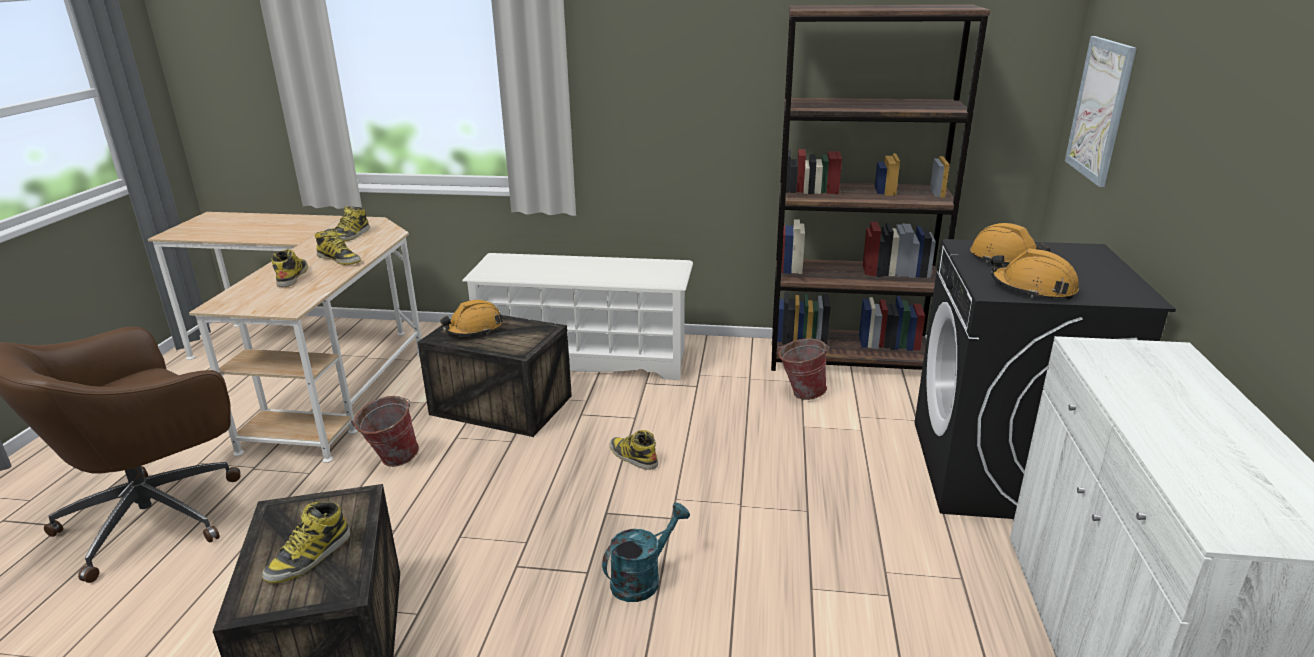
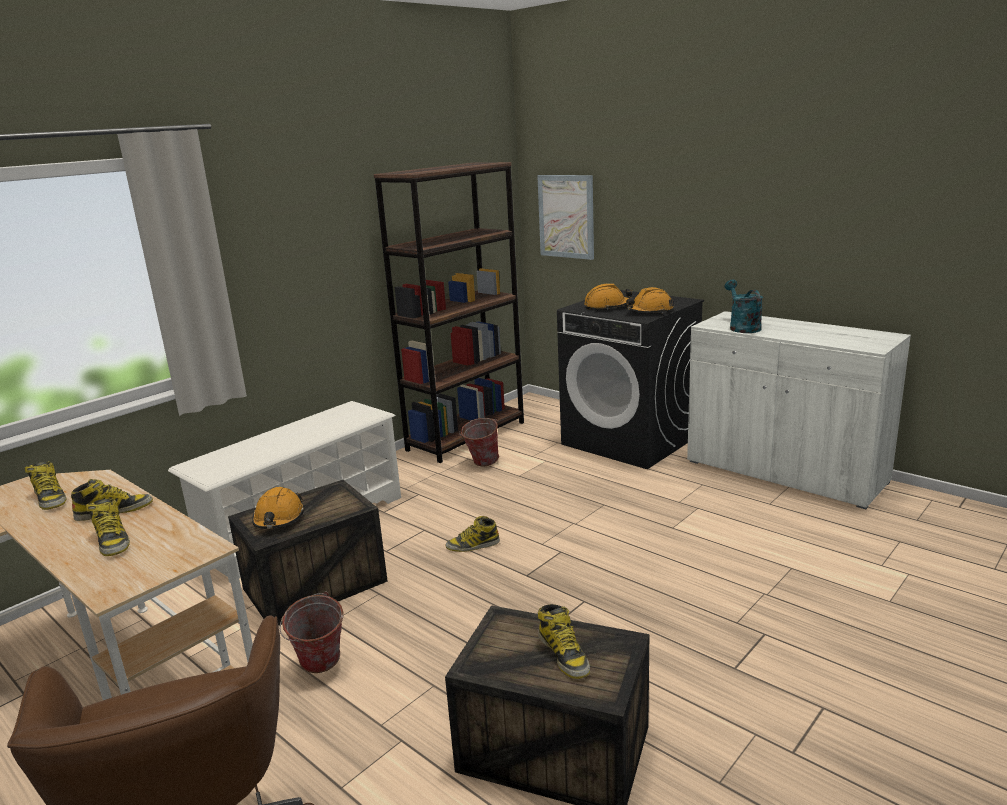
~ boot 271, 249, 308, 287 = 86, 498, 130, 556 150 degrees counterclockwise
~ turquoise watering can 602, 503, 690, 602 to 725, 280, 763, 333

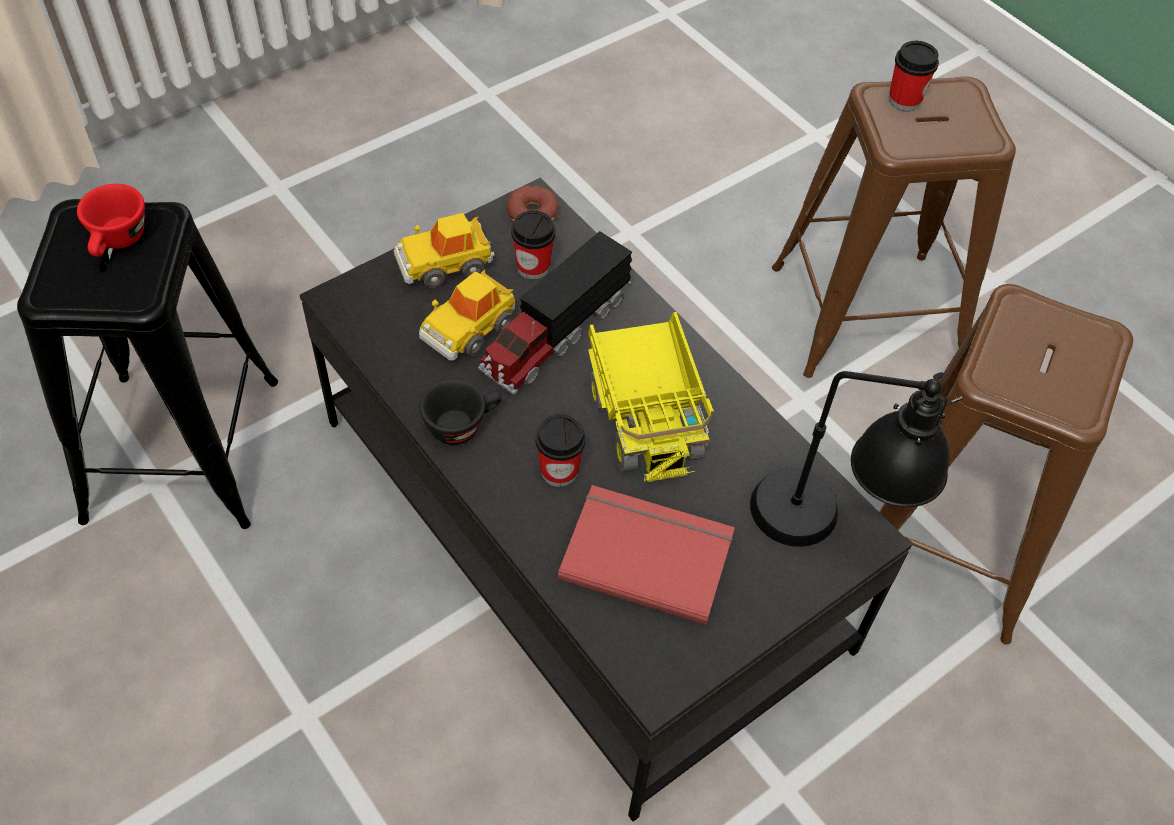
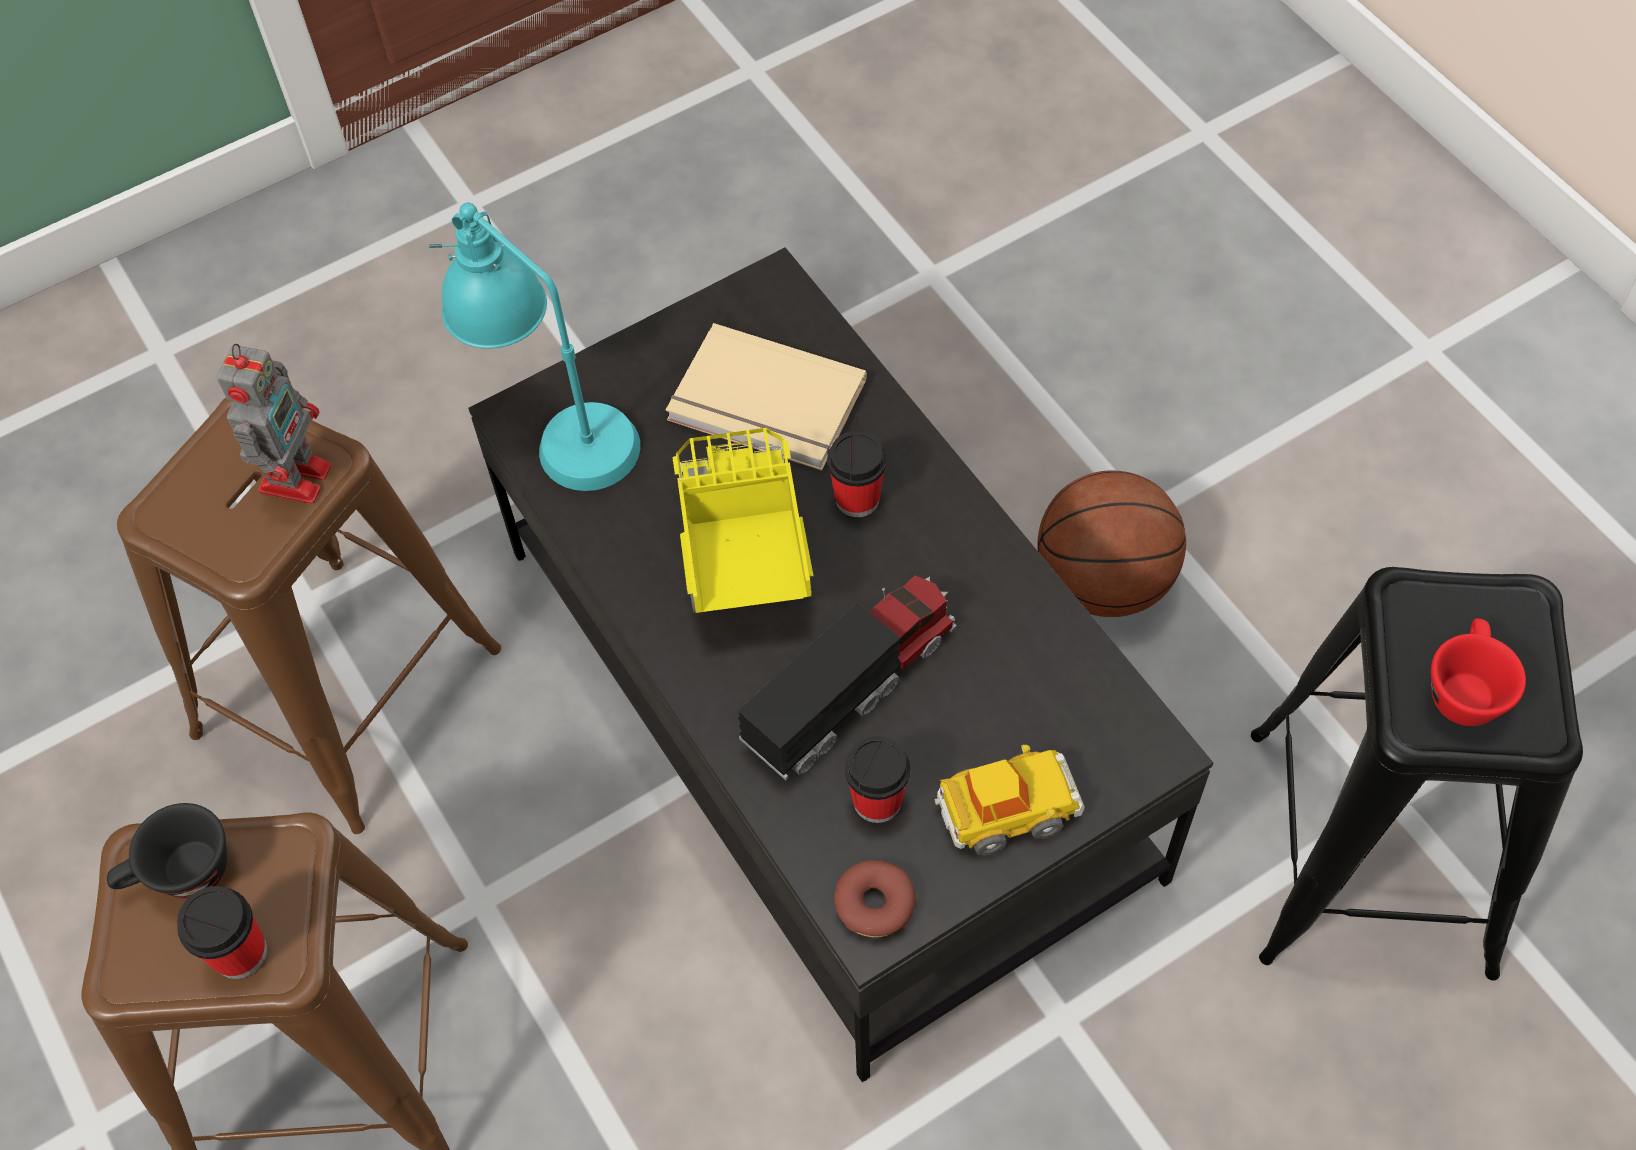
~ black cup 420, 379, 502, 445 to 107, 803, 227, 898
+ toy robot 217, 344, 332, 504
~ black table lamp 750, 371, 963, 547 to turquoise table lamp 429, 202, 640, 491
~ red book 558, 485, 735, 625 to beige book 666, 323, 867, 471
+ basketball 1037, 470, 1186, 617
- toy car 419, 270, 515, 360

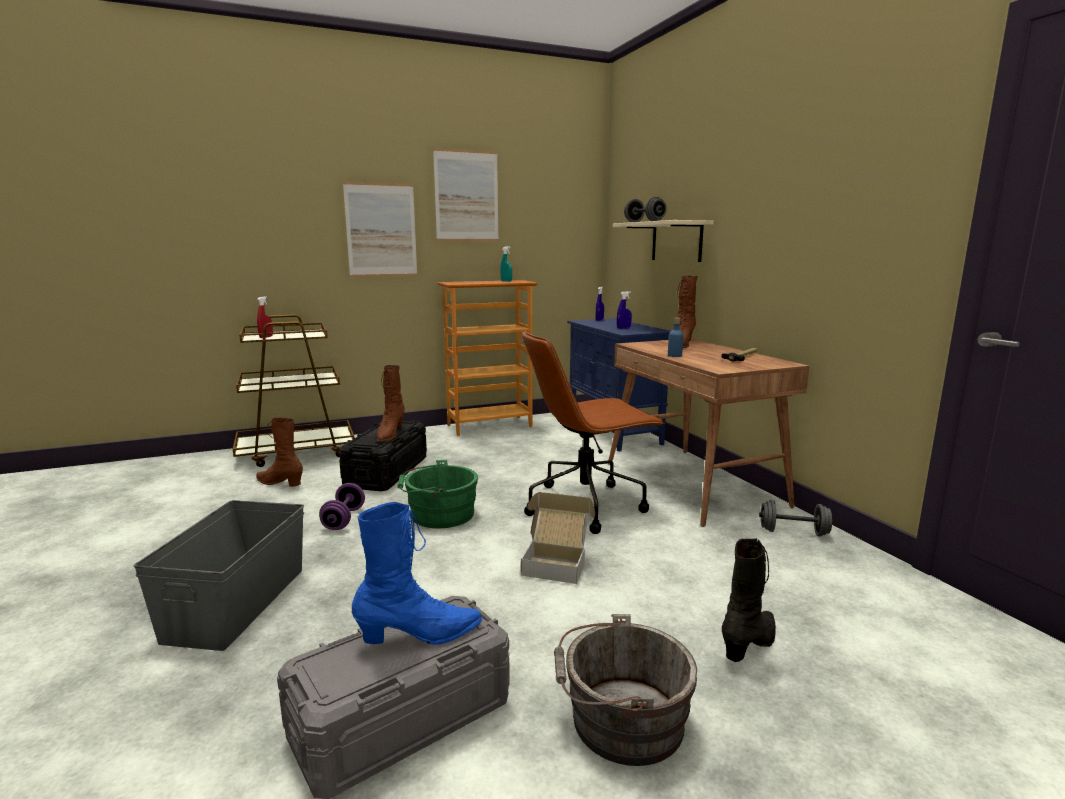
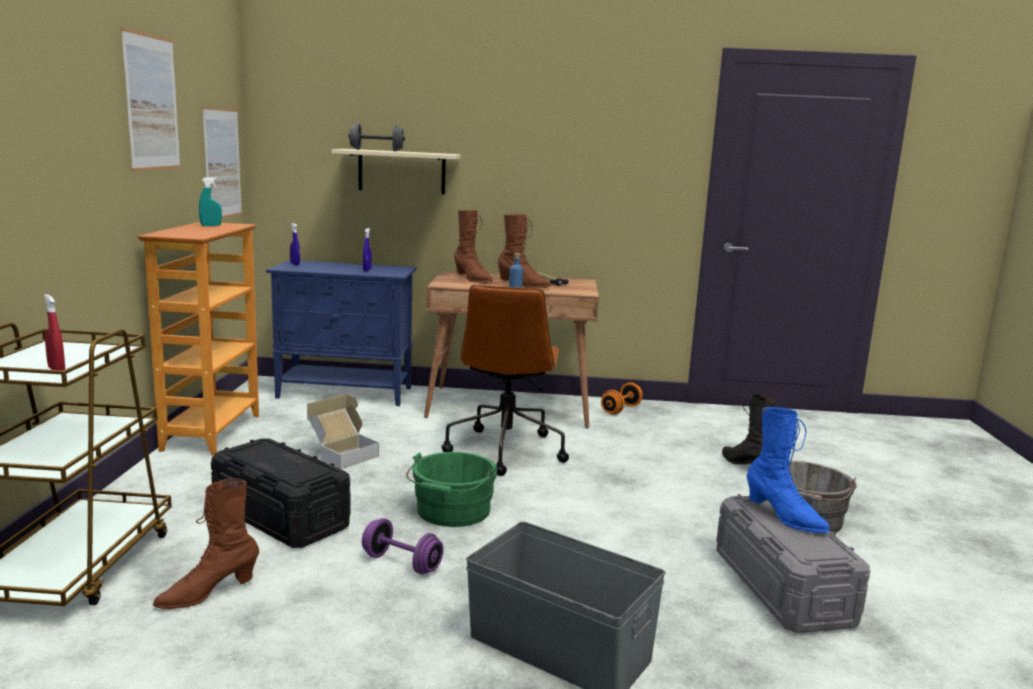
~ picture 343, 182, 417, 277 to 202, 107, 242, 219
~ cardboard box 521, 492, 595, 584 to 307, 394, 379, 469
~ brown boot 377, 365, 405, 442 to 498, 214, 551, 288
~ grey dumbbell 759, 500, 833, 537 to orange dumbbell 601, 382, 643, 415
~ blue boot 352, 502, 482, 645 = 747, 407, 830, 533 135 degrees clockwise

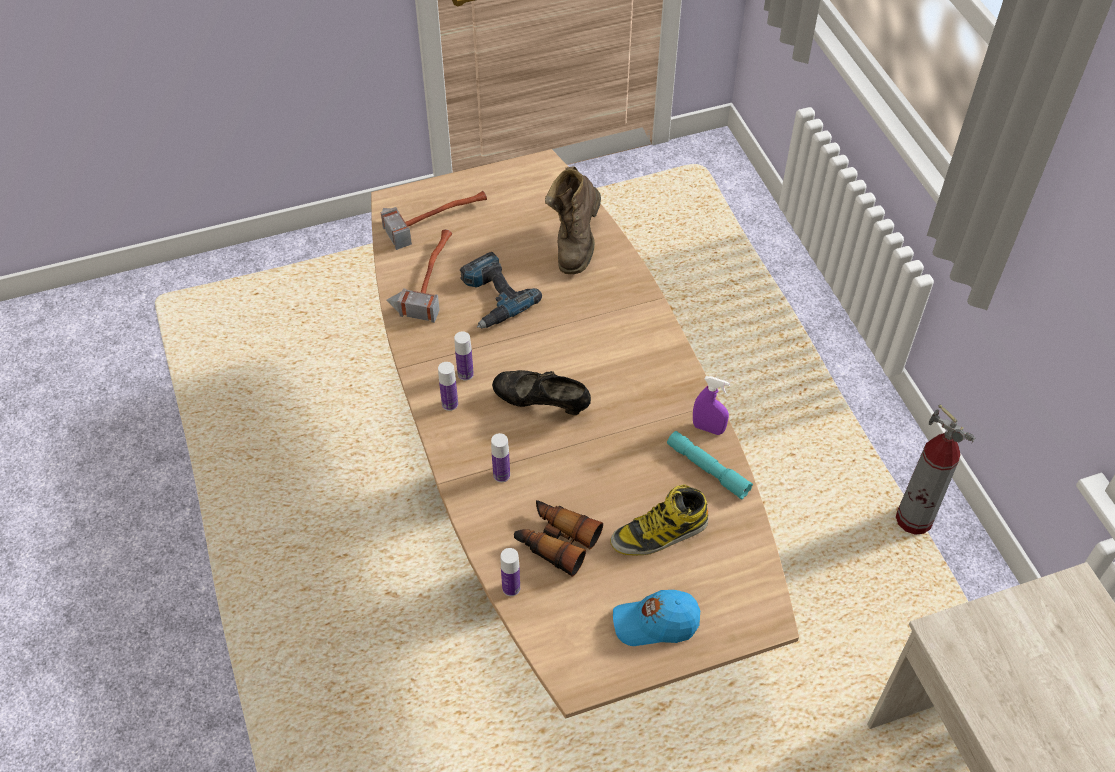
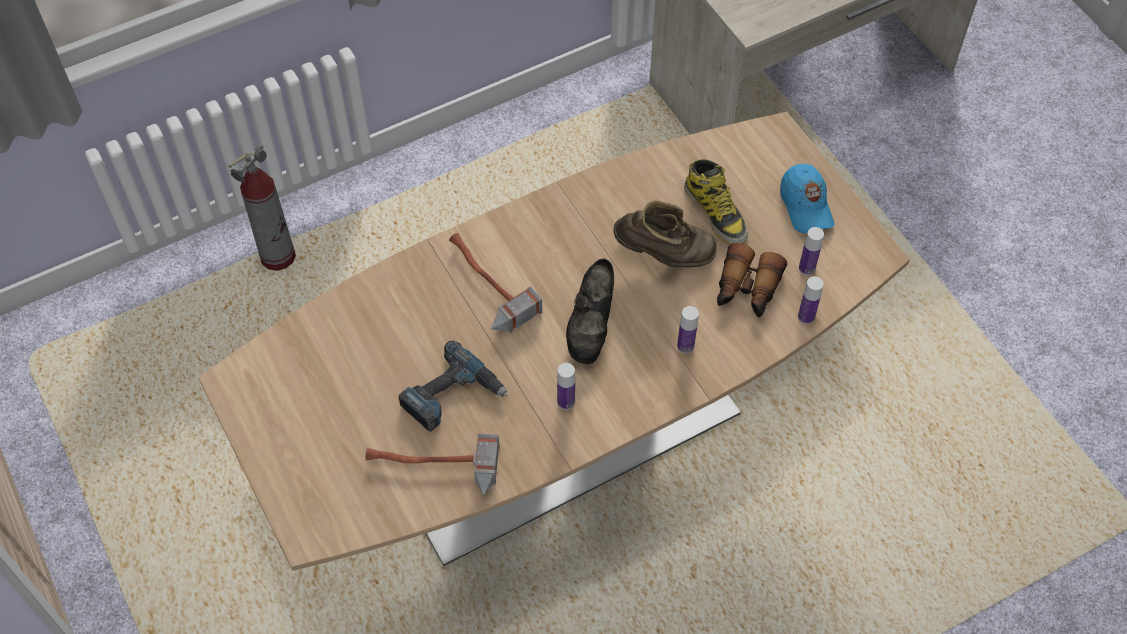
~ fire extinguisher 896, 404, 975, 535 to 229, 145, 296, 271
~ hammer 381, 191, 487, 250 to 449, 233, 542, 333
~ brown boot 545, 166, 601, 274 to 613, 200, 717, 267
~ bottle 438, 362, 458, 411 to 799, 227, 824, 275
- turquoise flashlight 667, 431, 753, 499
- purple spray bottle 693, 376, 730, 435

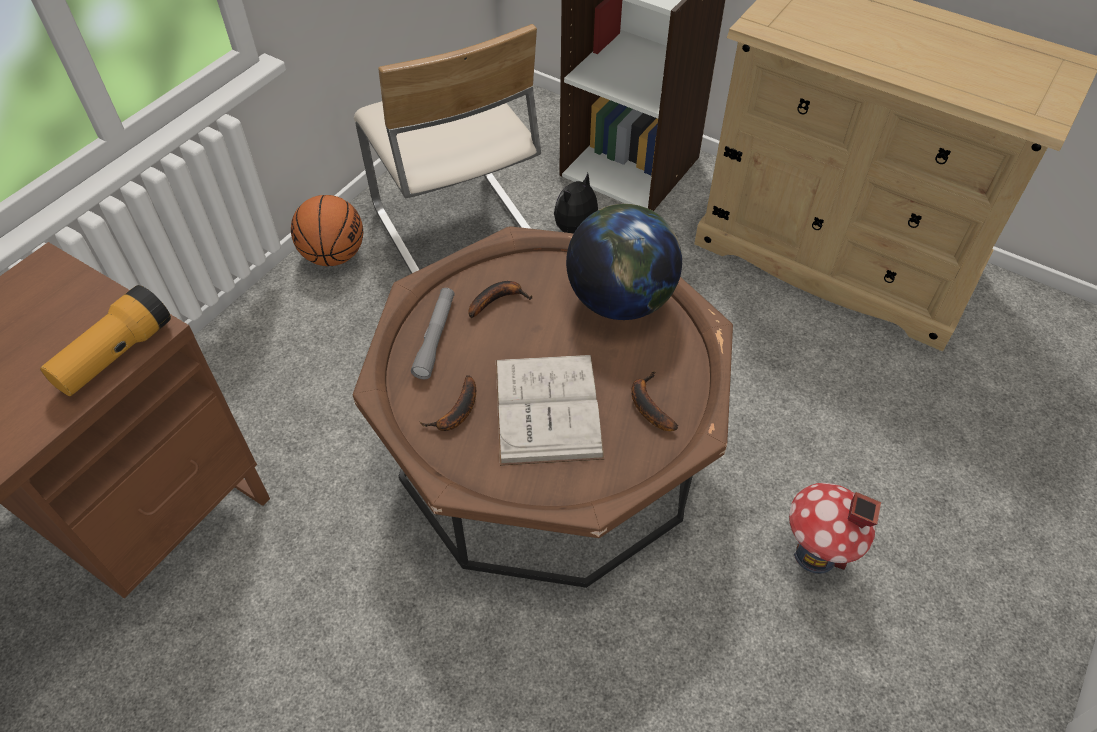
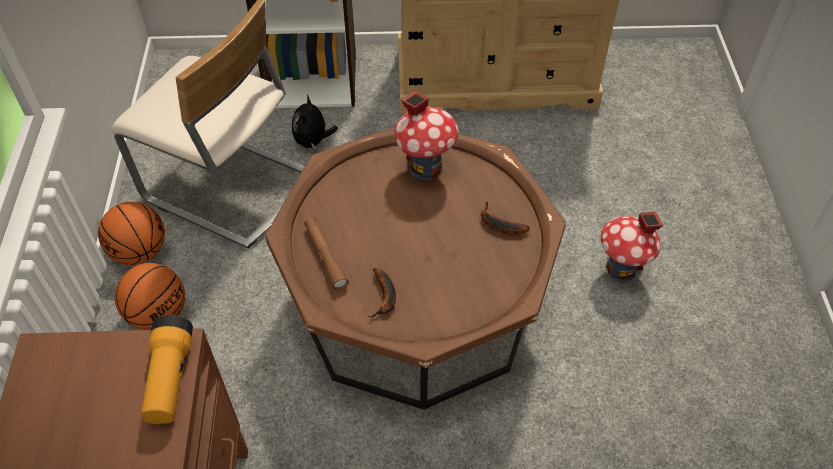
+ basketball 115, 263, 185, 330
~ grey flashlight 411, 288, 455, 379 to brown flashlight 304, 218, 349, 290
~ globe 566, 204, 682, 320 to toy house 394, 91, 459, 180
- banana 468, 281, 532, 318
- white book 496, 355, 604, 466

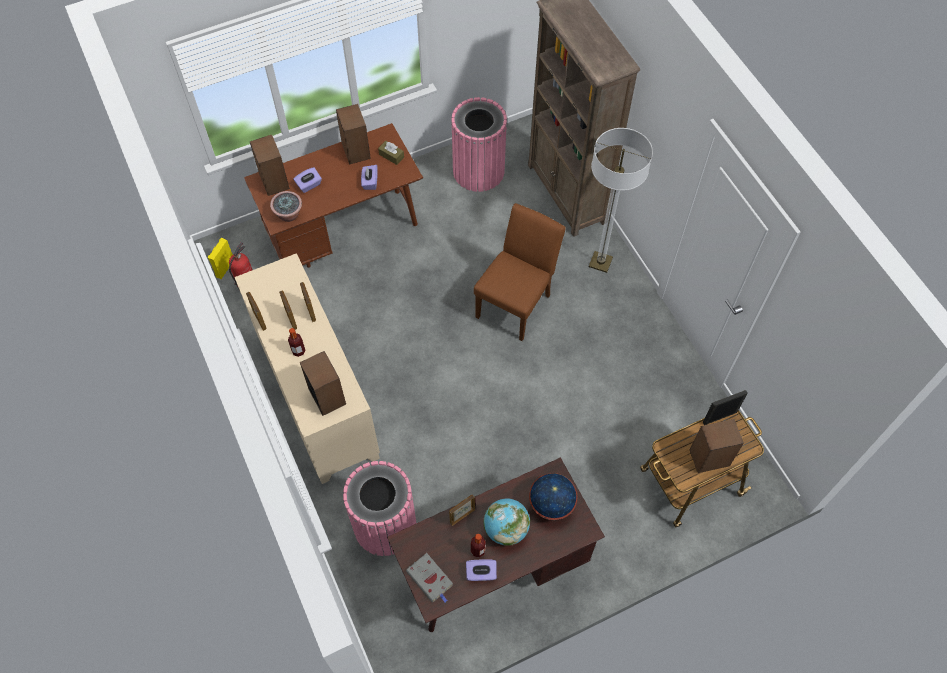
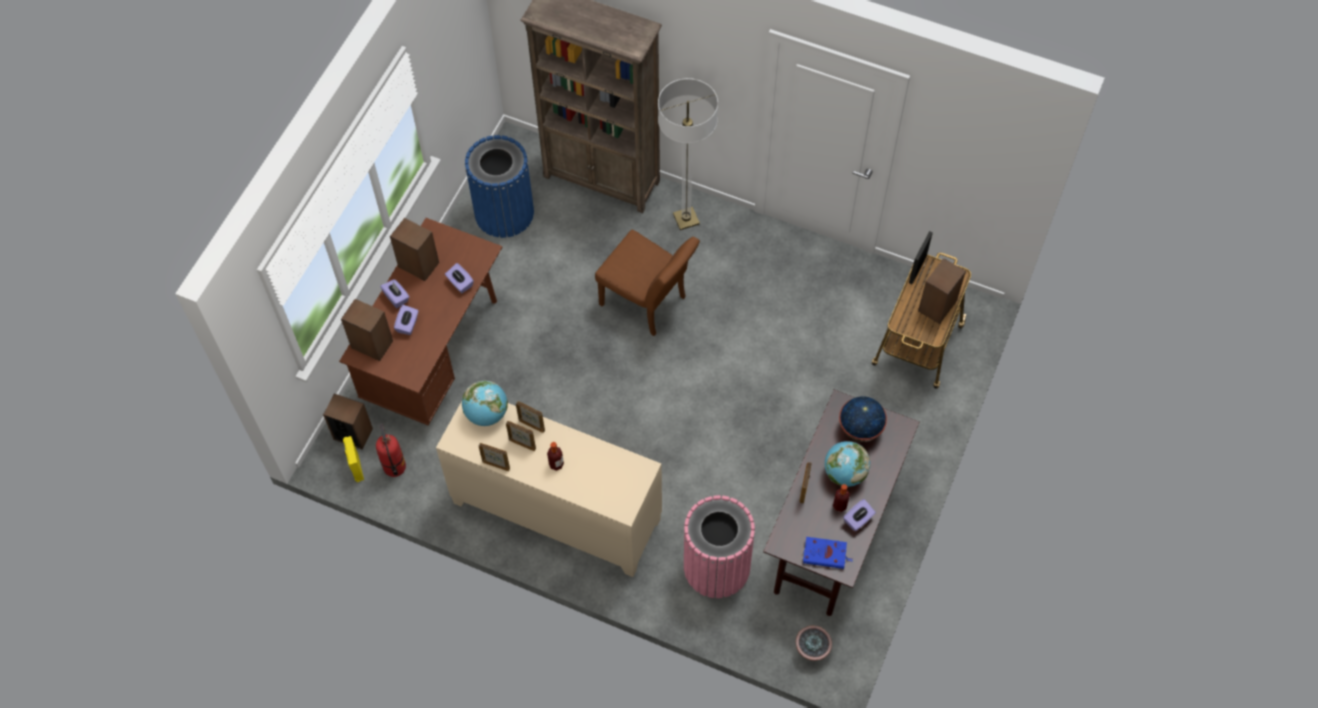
~ speaker 300, 351, 346, 416 to 323, 394, 373, 449
+ purple tissue box 380, 279, 409, 308
+ globe 462, 381, 508, 426
~ pink trash can 451, 97, 507, 192 to blue trash can 465, 135, 534, 238
~ brown chair 474, 203, 566, 341 = 595, 230, 700, 336 135 degrees clockwise
~ potted plant 270, 191, 302, 222 to 796, 626, 832, 661
~ grey book 406, 553, 453, 603 to blue book 803, 537, 853, 569
- brown tissue box 378, 141, 404, 165

